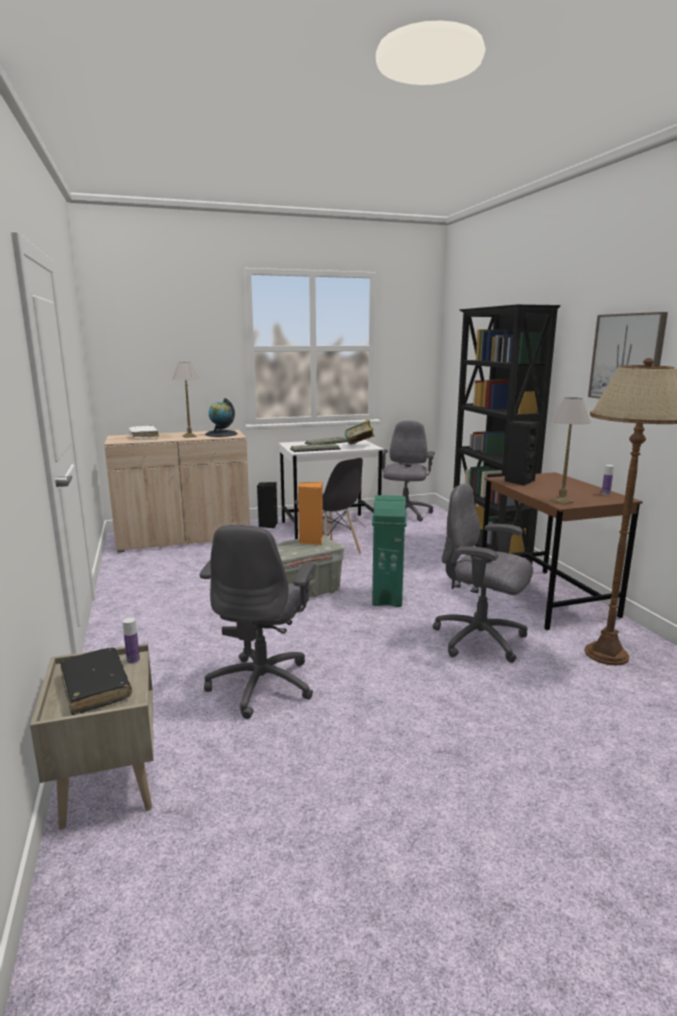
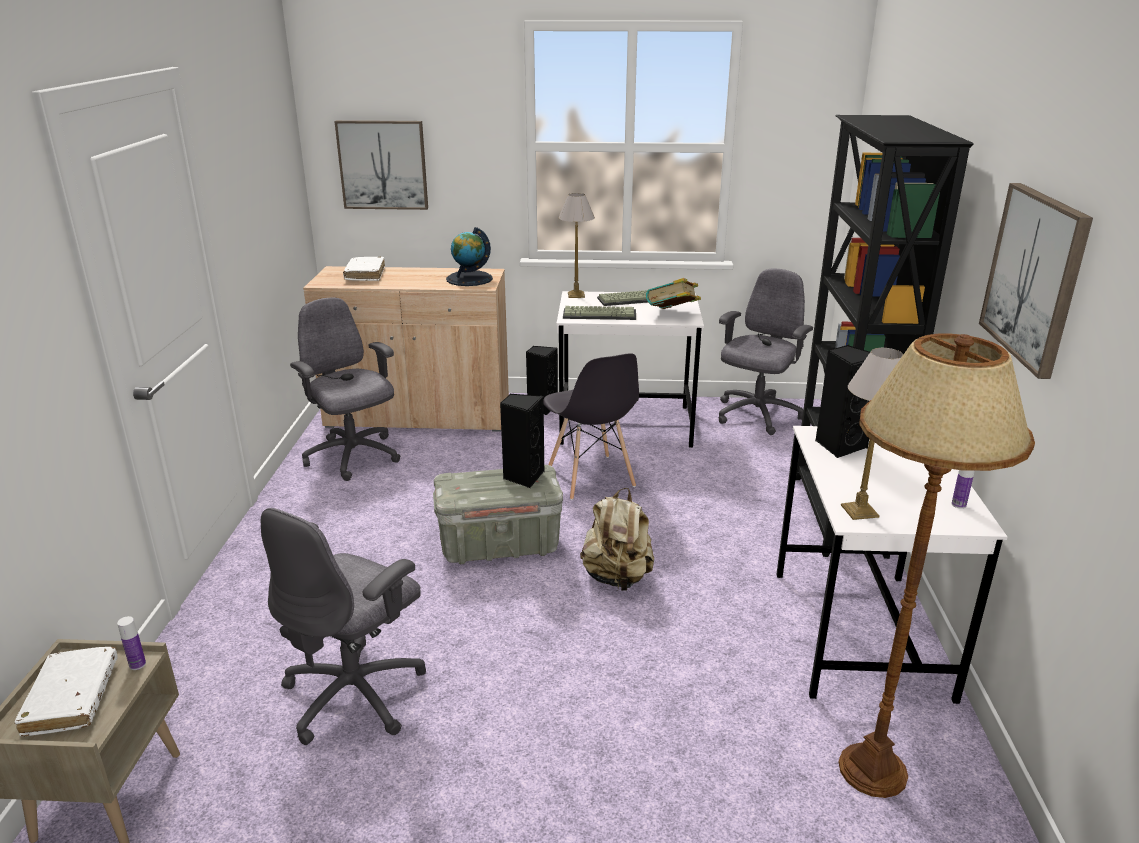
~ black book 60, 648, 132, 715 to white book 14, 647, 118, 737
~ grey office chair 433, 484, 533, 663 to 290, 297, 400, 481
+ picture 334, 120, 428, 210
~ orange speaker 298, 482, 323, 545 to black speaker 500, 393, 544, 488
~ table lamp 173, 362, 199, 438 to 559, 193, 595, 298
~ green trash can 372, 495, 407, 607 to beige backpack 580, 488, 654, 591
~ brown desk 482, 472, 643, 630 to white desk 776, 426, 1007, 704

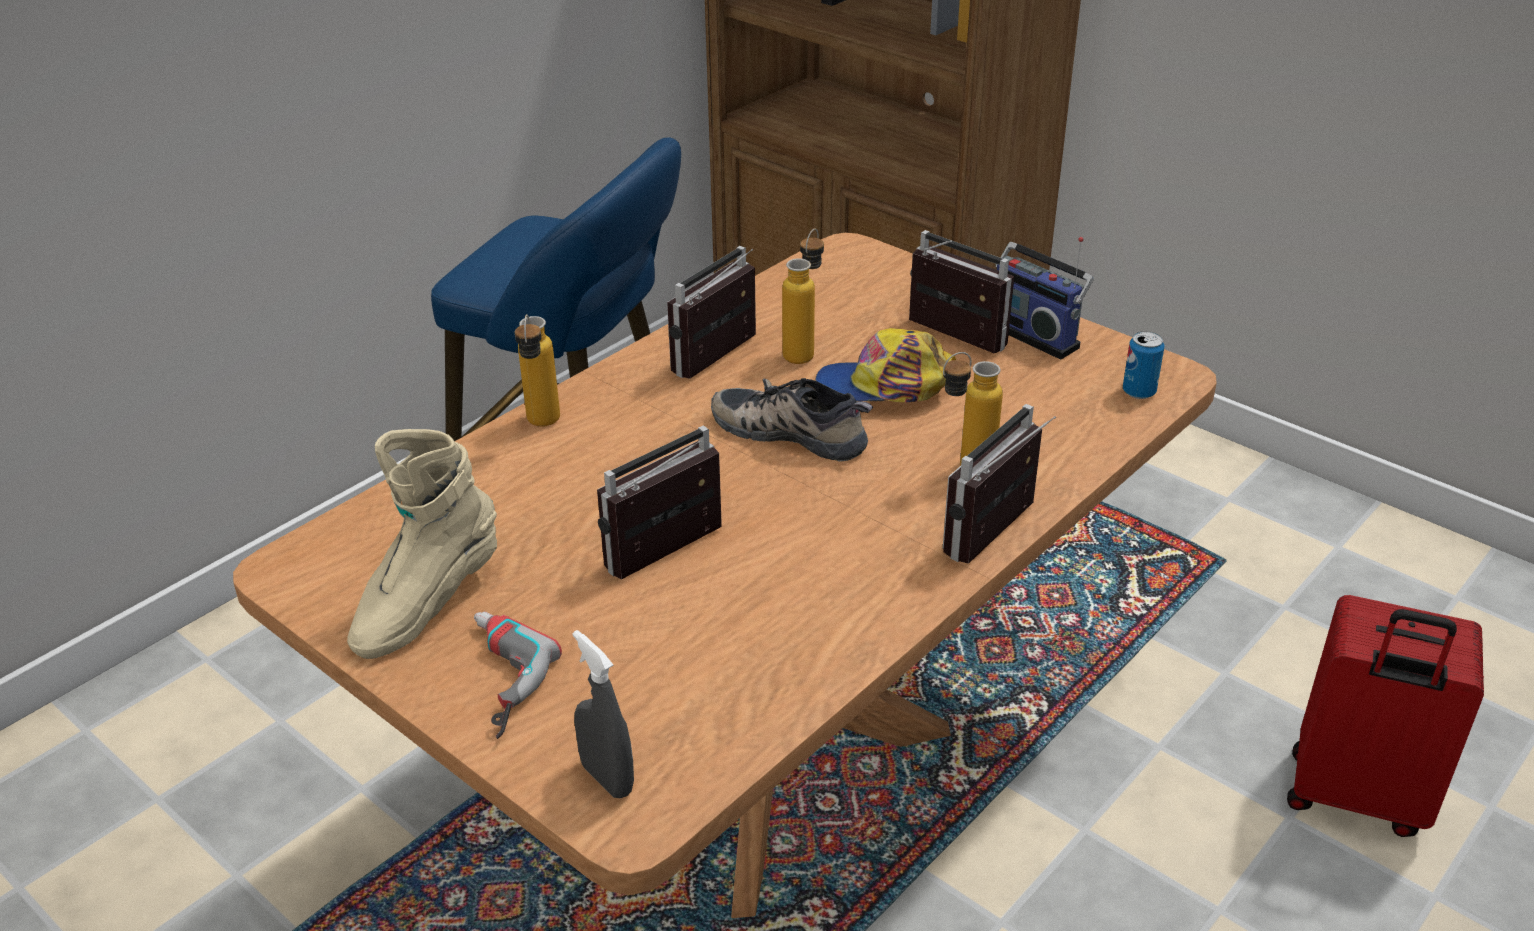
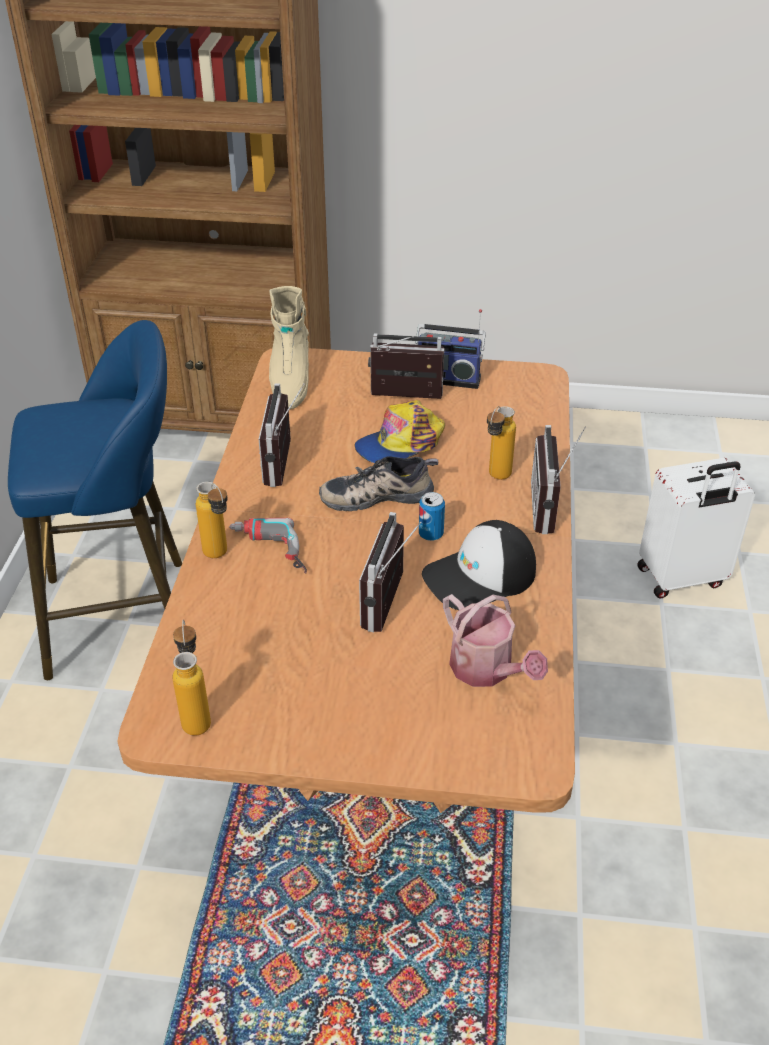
~ bottle 782, 229, 824, 364 to 173, 620, 211, 736
~ power drill 474, 612, 562, 739 to 229, 518, 307, 574
~ beige boot 347, 429, 497, 659 to 269, 286, 309, 409
~ can 1123, 331, 1164, 399 to 419, 492, 445, 541
+ cap 422, 520, 536, 610
+ watering can 443, 594, 548, 687
~ red suitcase 1287, 595, 1484, 837 to white suitcase 637, 458, 755, 599
- grey spray bottle 573, 630, 634, 798

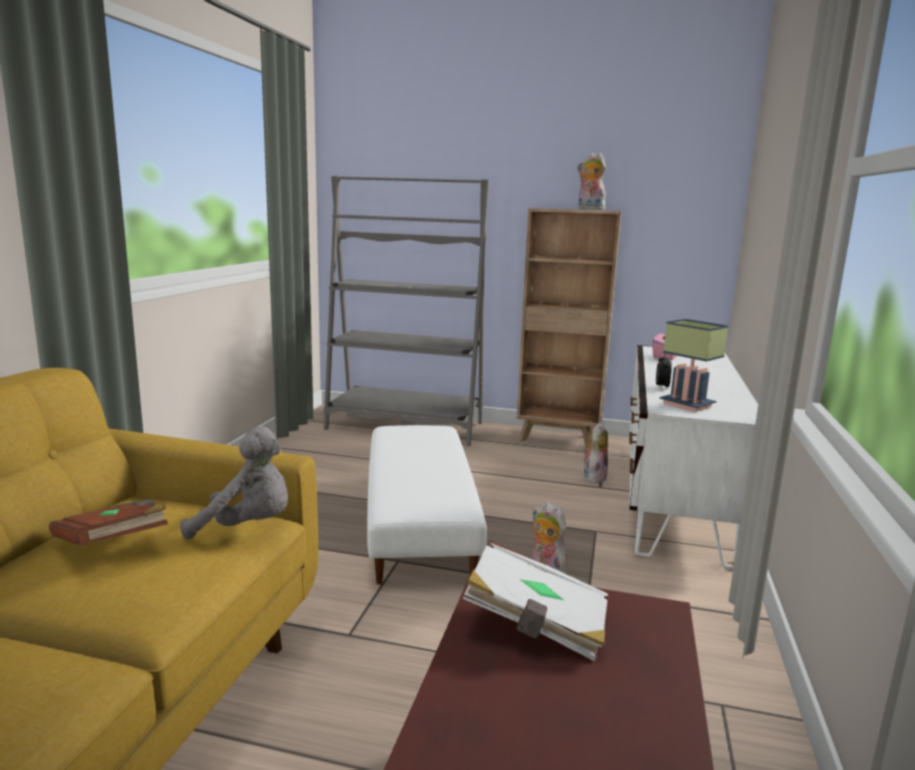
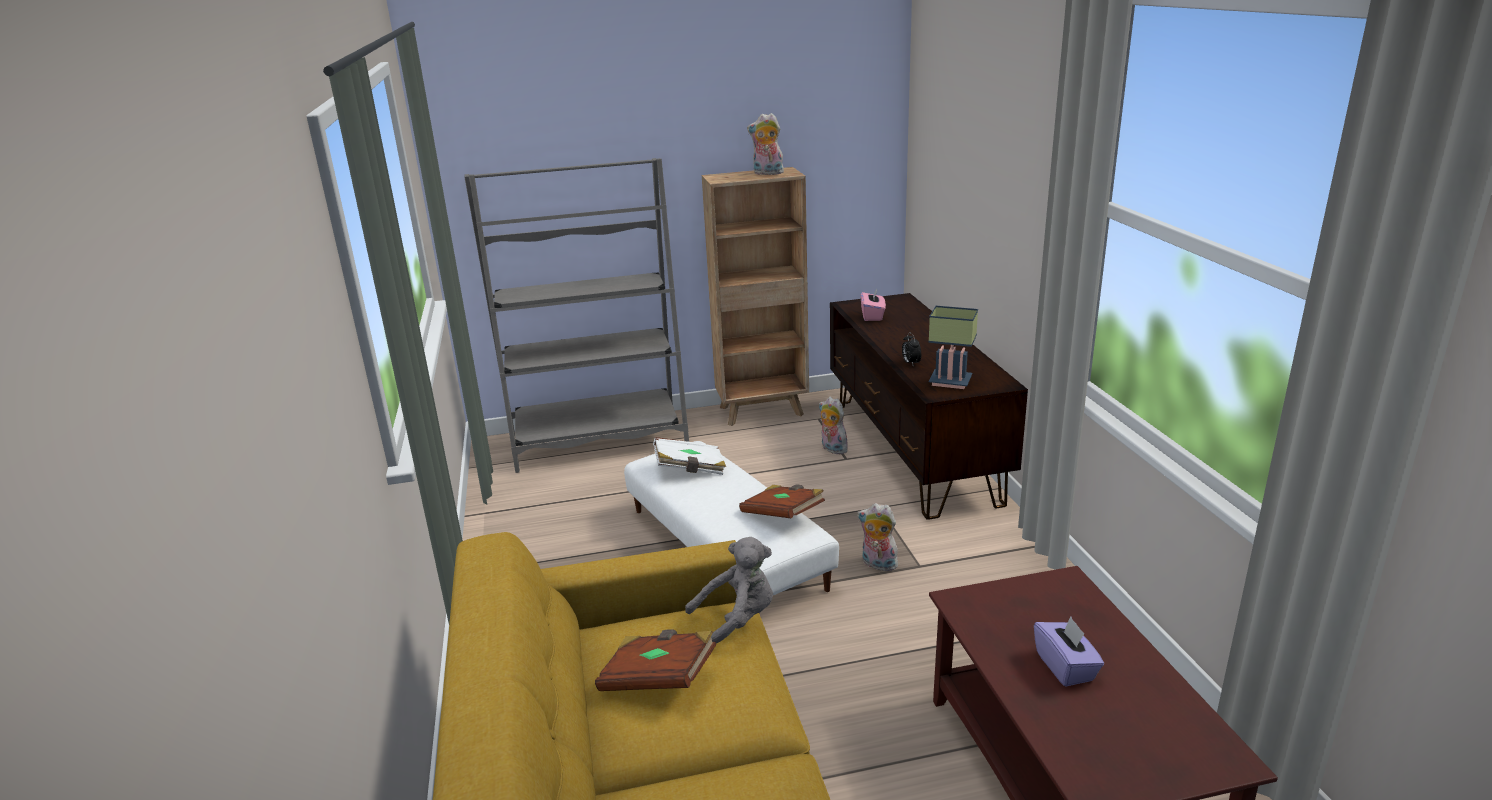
~ white book 462, 540, 608, 661 to 653, 437, 726, 475
+ brown book 739, 485, 825, 518
~ plush toy 583, 422, 608, 483 = 819, 397, 848, 454 45 degrees counterclockwise
~ white tv stand 629, 345, 758, 569 to brown tv stand 830, 293, 1028, 519
+ purple tissue box 1034, 616, 1104, 687

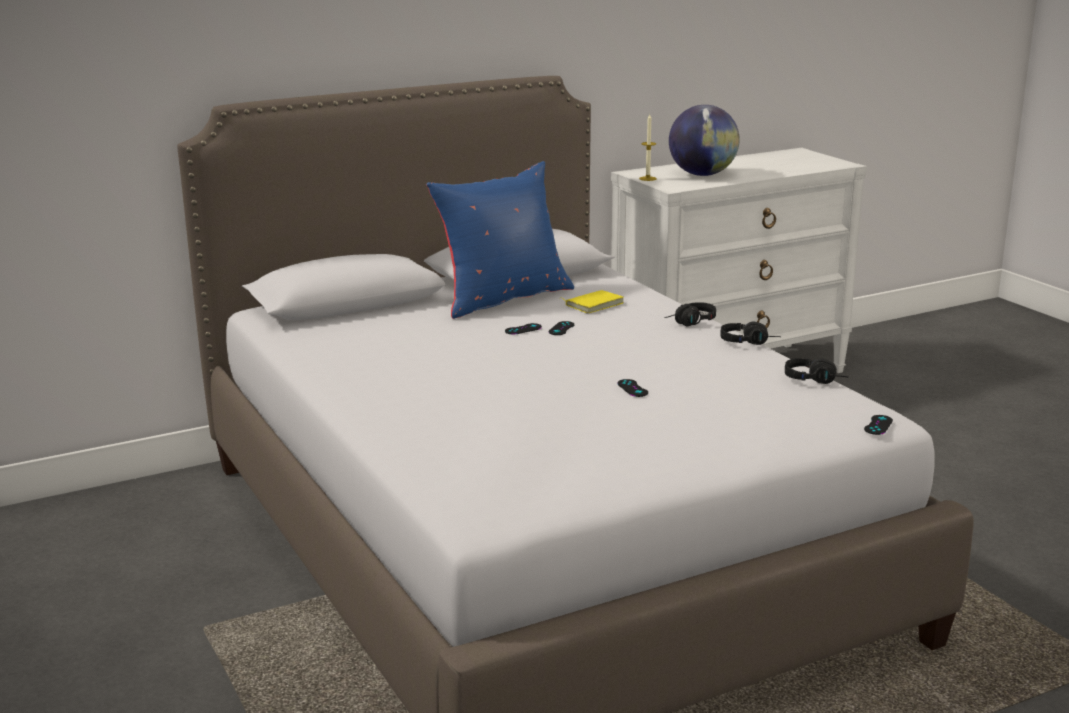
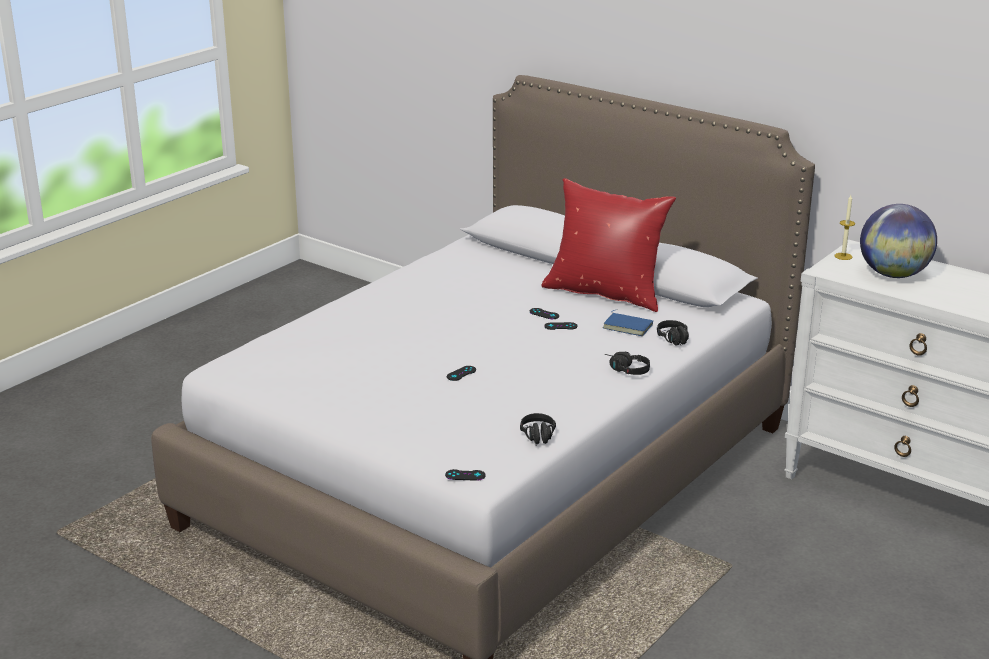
~ blue pillow 426, 161, 574, 319 to red pillow 541, 178, 676, 312
~ yellow book 562, 290, 624, 313 to blue book 603, 310, 653, 336
~ black headphones 720, 322, 781, 345 to 657, 320, 689, 346

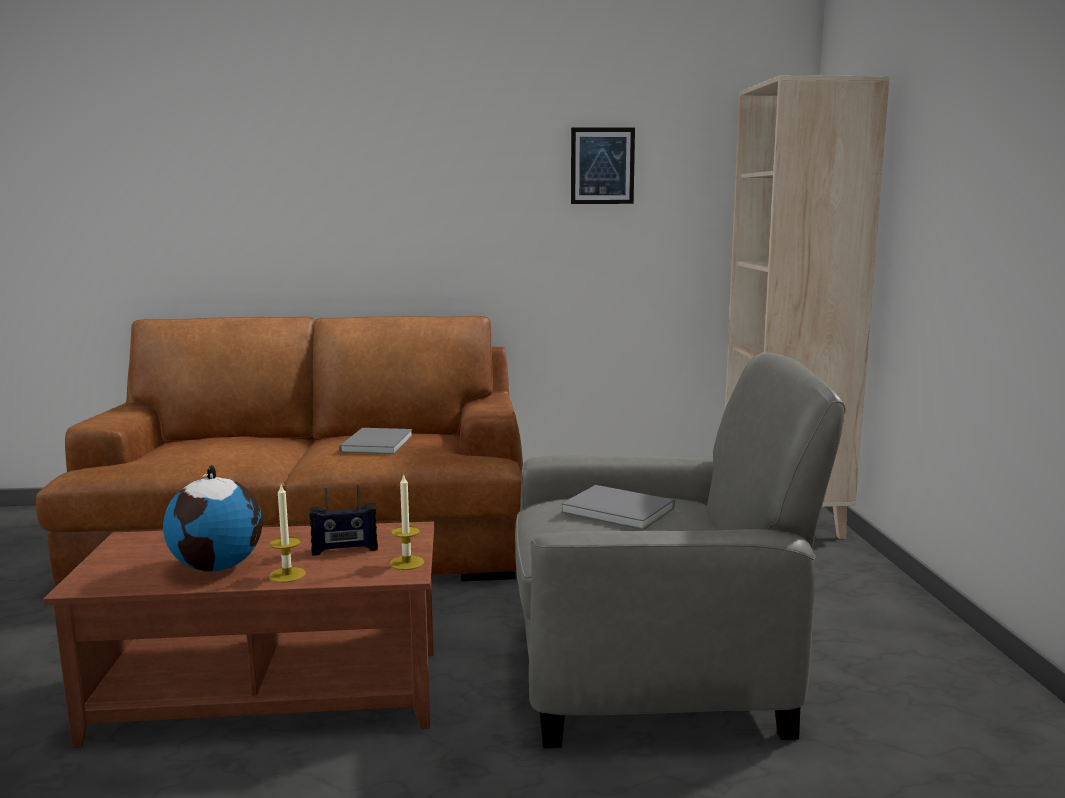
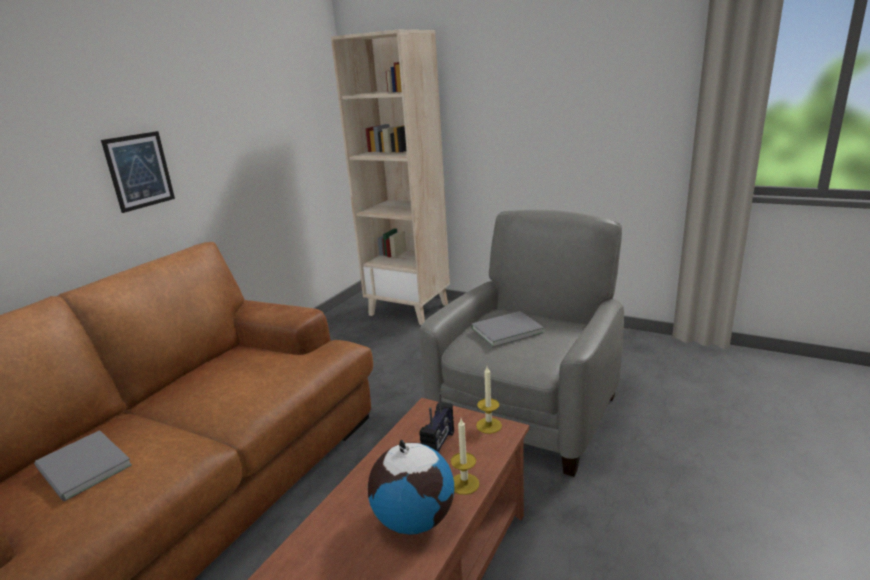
~ grey book 339, 428, 413, 454 to 34, 430, 132, 501
~ picture 571, 127, 635, 204 to 101, 131, 175, 213

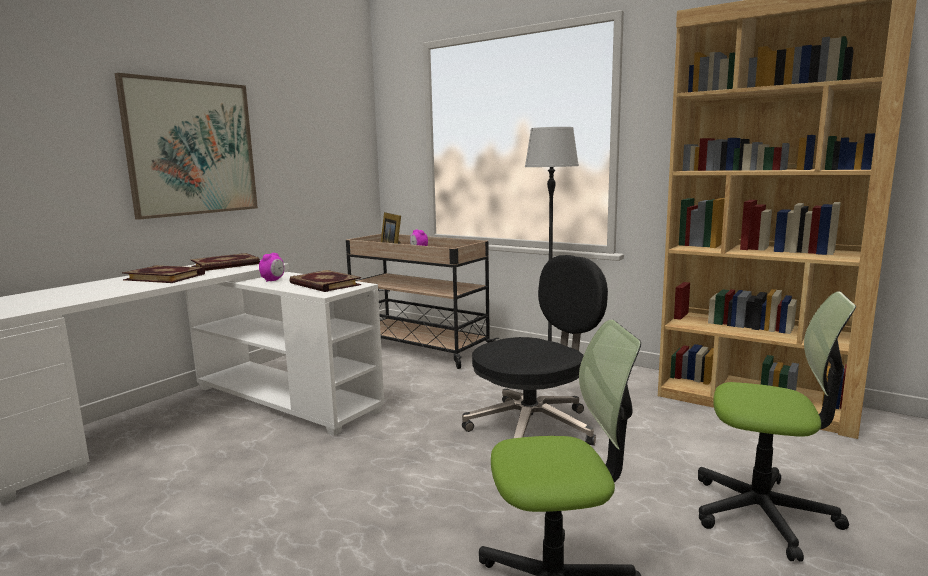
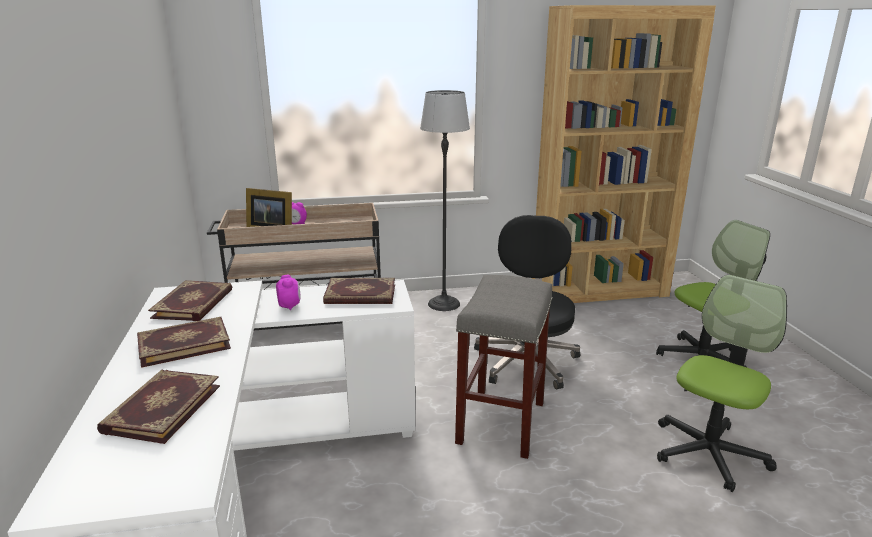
+ book 97, 369, 220, 444
+ grey stool 455, 275, 553, 459
- picture 114, 73, 258, 220

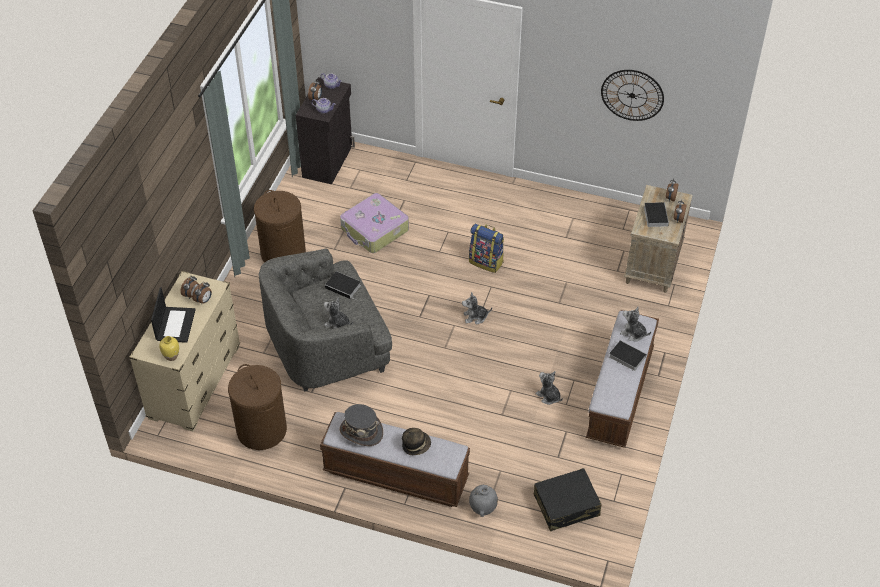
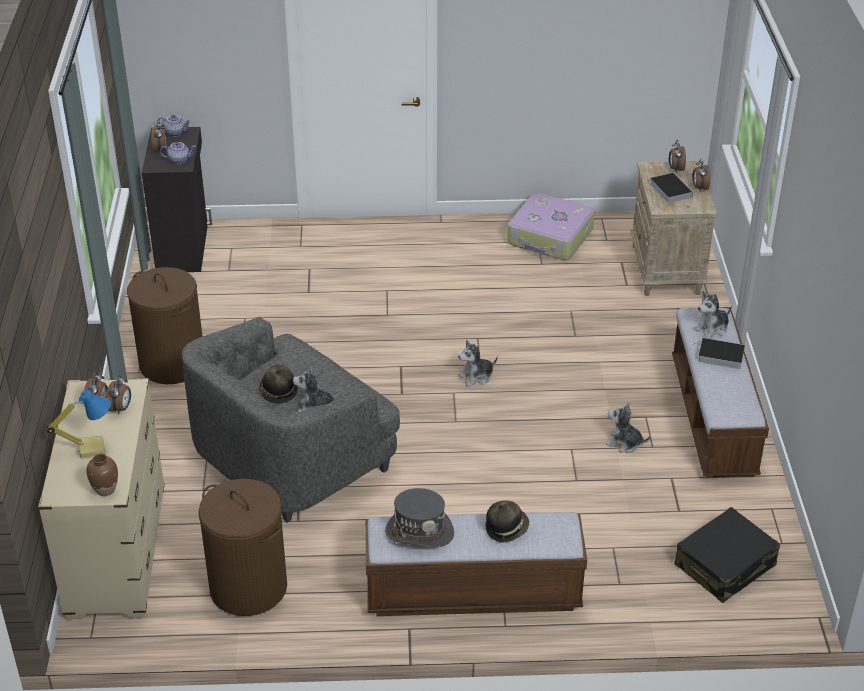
~ laptop 151, 288, 196, 343 to table lamp 46, 390, 111, 459
~ yellow vase 159, 336, 179, 361 to brown vase 86, 454, 118, 496
+ hat 259, 365, 298, 403
~ suitcase 340, 193, 409, 253 to 508, 193, 594, 260
~ plush toy 620, 307, 651, 342 = 693, 291, 732, 338 45 degrees counterclockwise
- book 325, 271, 361, 300
- backpack 469, 224, 504, 273
- grey vase 469, 485, 498, 517
- wall clock 601, 70, 664, 121

